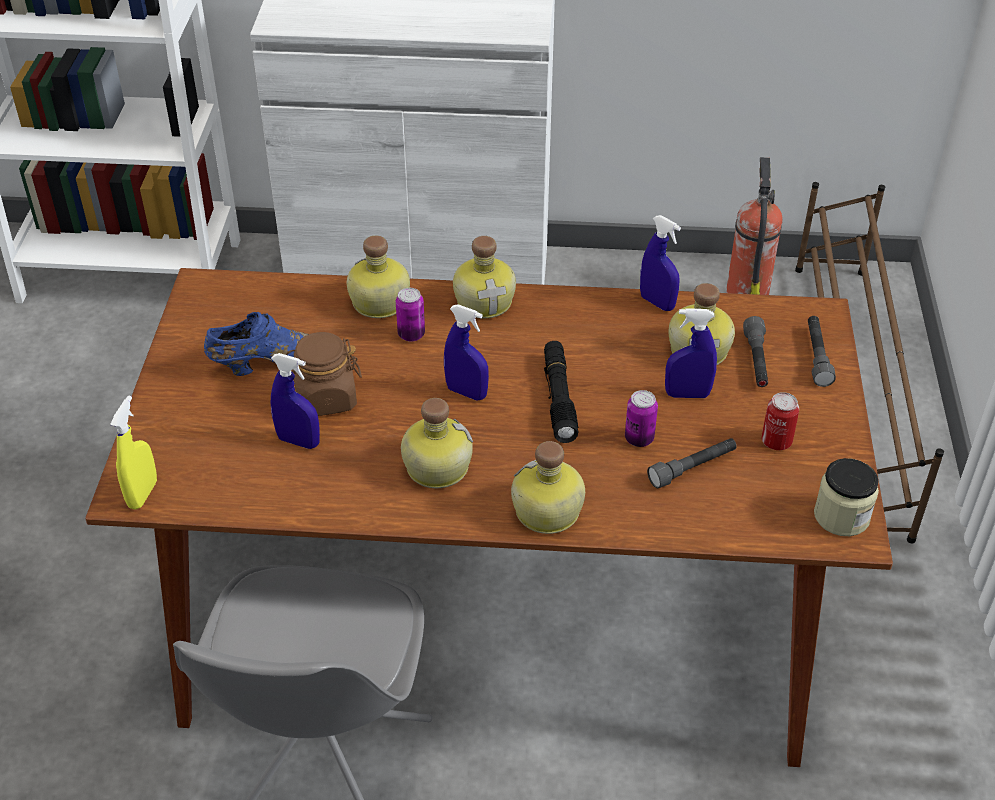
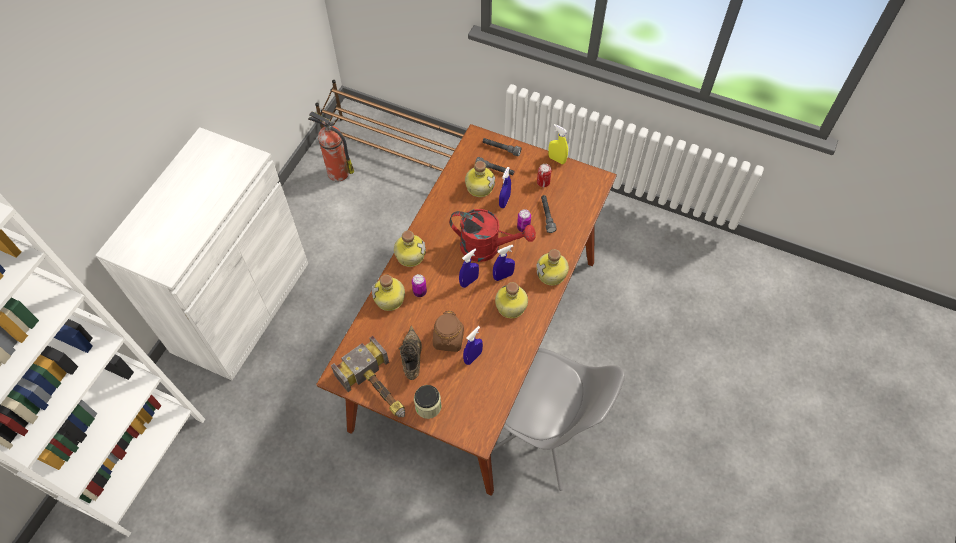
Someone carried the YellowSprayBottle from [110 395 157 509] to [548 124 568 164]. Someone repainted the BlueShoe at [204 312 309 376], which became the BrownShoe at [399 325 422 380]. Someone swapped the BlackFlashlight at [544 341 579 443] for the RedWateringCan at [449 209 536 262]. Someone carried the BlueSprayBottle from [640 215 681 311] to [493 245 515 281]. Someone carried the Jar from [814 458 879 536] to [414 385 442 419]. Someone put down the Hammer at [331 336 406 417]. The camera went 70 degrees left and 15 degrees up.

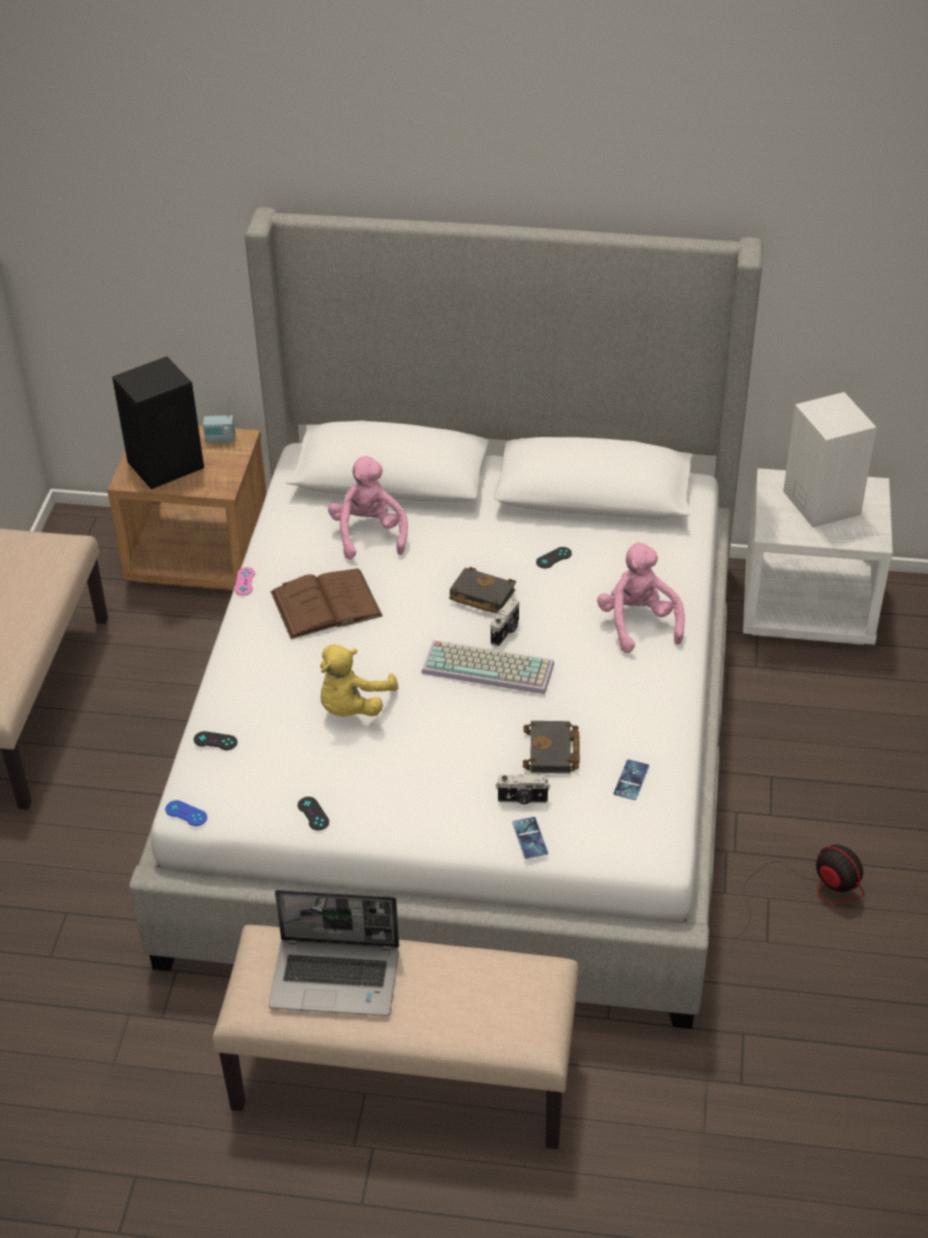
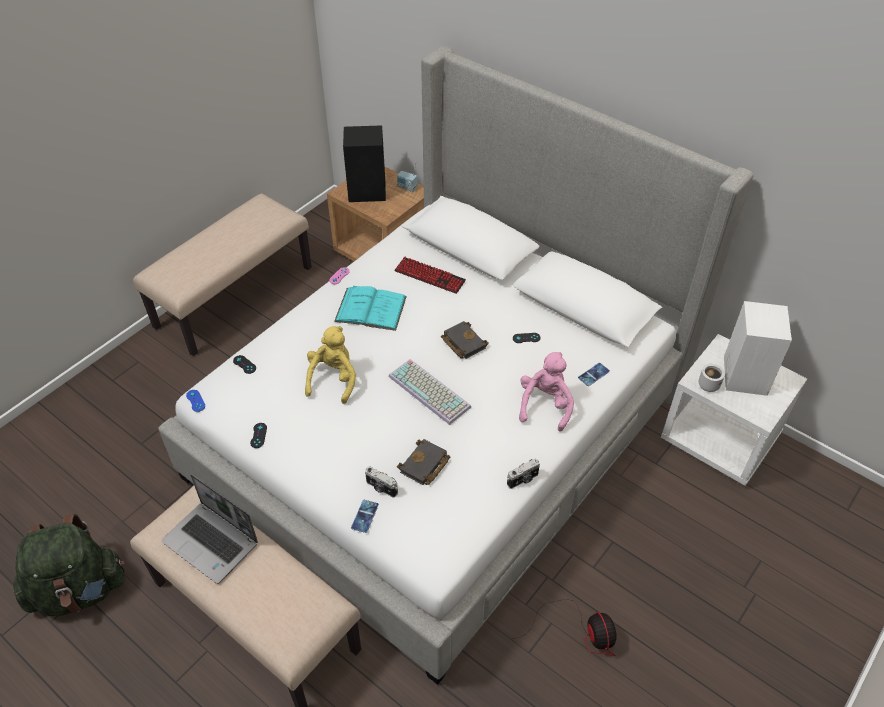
Someone repainted the BrownBook at [271 569 383 639], which became the TurquoiseBook at [334 286 407 331]. Someone rotated the YellowPlushToy at [320 644 398 716] by 135 degrees clockwise. Someone swapped the PinkPlushToy at [328 456 408 560] for the Keyboard at [394 257 466 294]. Someone carried the PhotoCamera from [491 598 519 647] to [507 459 540 489]. Someone carried the Phone from [614 759 649 800] to [578 363 610 386]. Someone put down the GreenBackpack at [13 514 125 616]. Someone put down the WhiteMug at [699 363 725 392]. The camera went 30 degrees right and 5 degrees up.

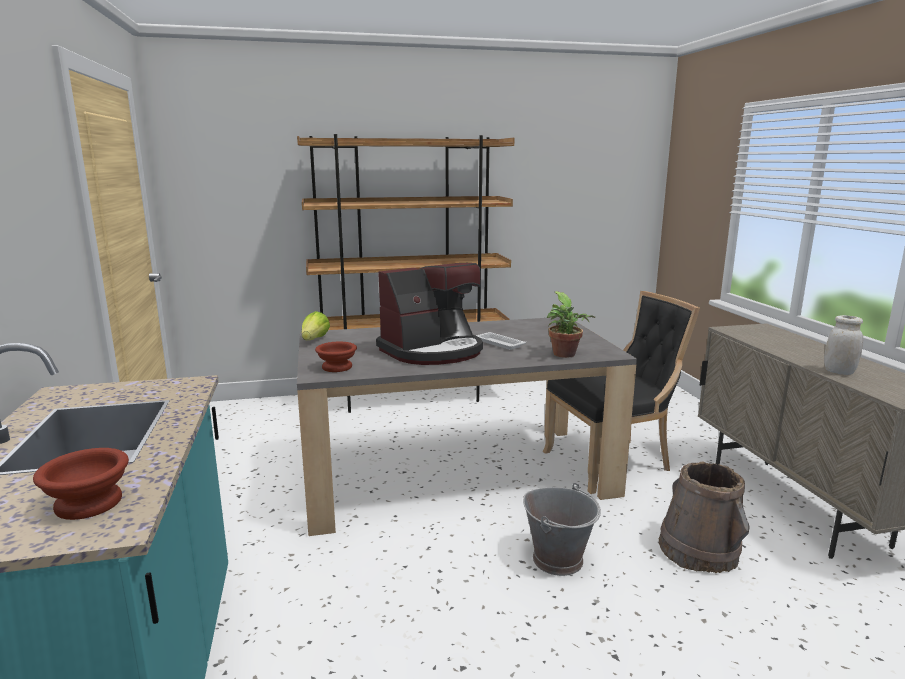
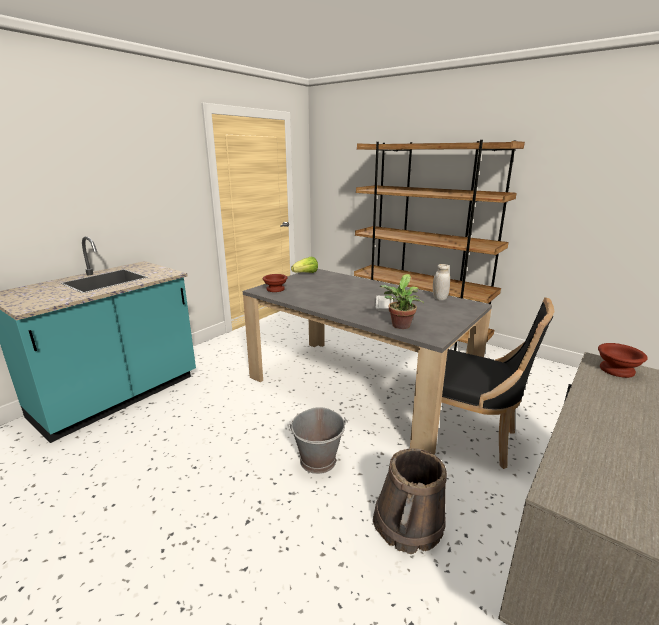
Someone carried the BrownBowl from [33 448 129 520] to [598 343 648 378]. Someone took away the CoffeeMachine at [376 263 483 365]. Someone carried the WhiteJar from [824 315 863 375] to [433 264 450 300]. The camera went 50 degrees right and 5 degrees up.

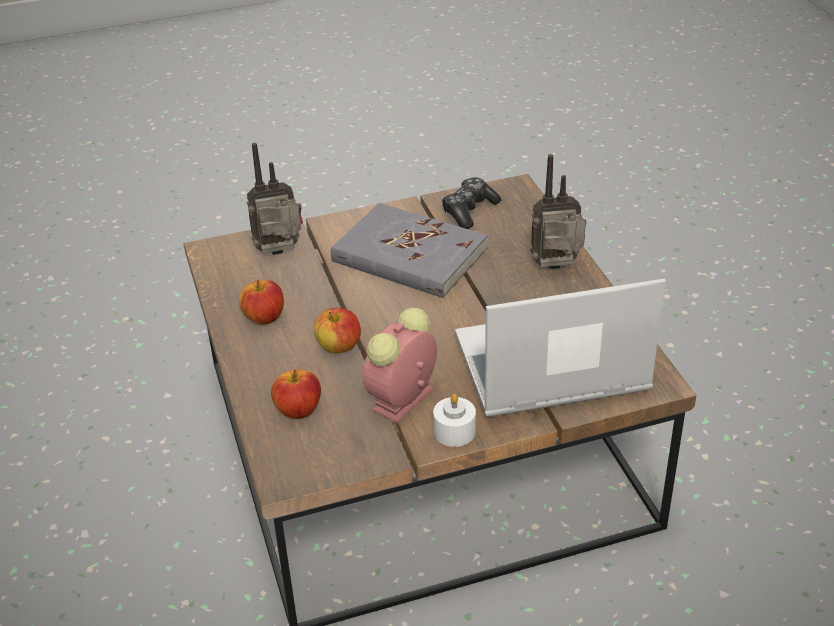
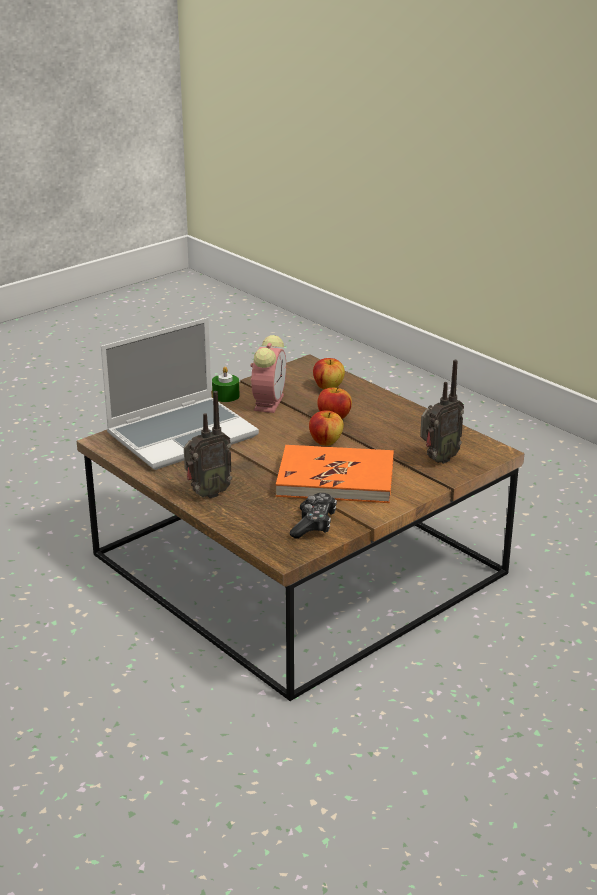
Someone carried the Apple from [239 280 284 325] to [309 410 344 446]. Someone repainted the GreyBook at [331 203 488 298], which became the OrangeBook at [276 445 394 503]. Someone repainted the WhiteCandle at [433 394 476 447], which became the GreenCandle at [212 367 240 402]. The camera went 155 degrees right and 10 degrees down.

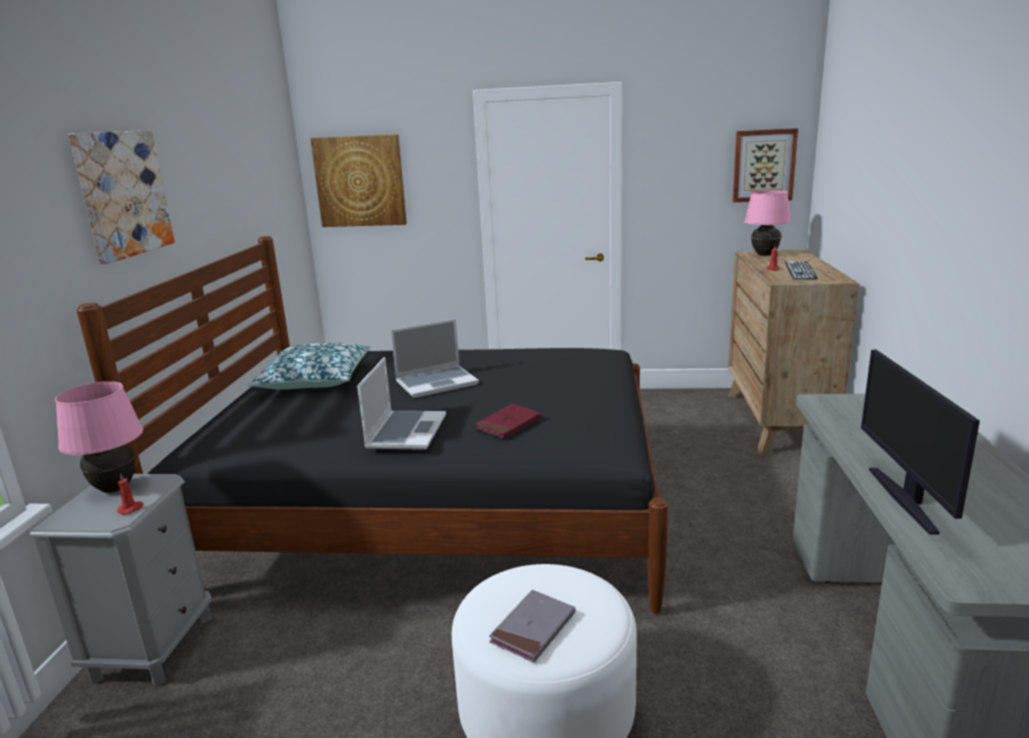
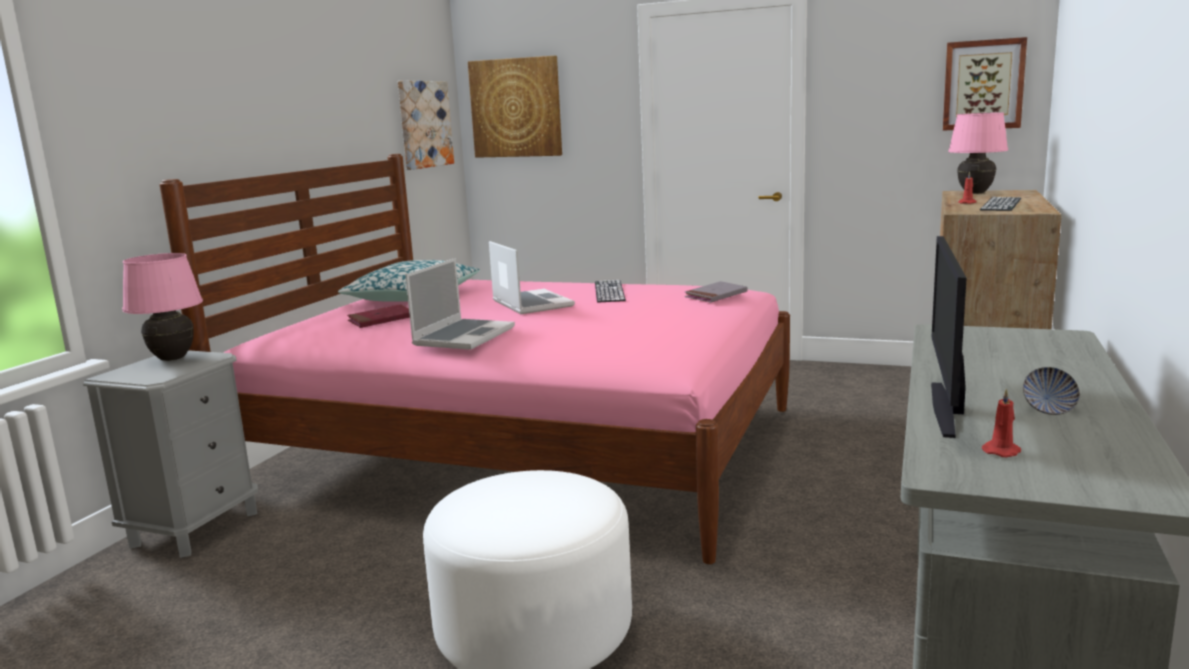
Someone carried the Picture from [68 130 175 264] to [398 80 454 170]. Someone repainted the BlackBed at [76 236 668 614], which became the PinkBed at [160 154 790 564]. Someone carried the RedCandle from [117 473 144 515] to [982 388 1021 457]. Someone rotated the Laptop at [391 319 479 398] by 105 degrees counterclockwise. Someone carried the RedBook from [475 404 541 439] to [347 304 410 328]. Someone carried the GreyBook from [489 590 575 663] to [685 281 748 303]. Someone put down the Keyboard at [595 280 626 302]. Someone put down the Bowl at [1023 367 1080 415]. The camera went 15 degrees right and 5 degrees down.

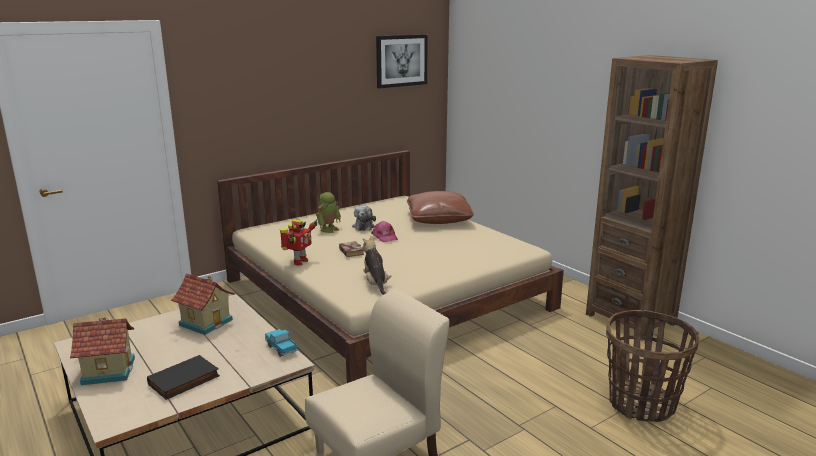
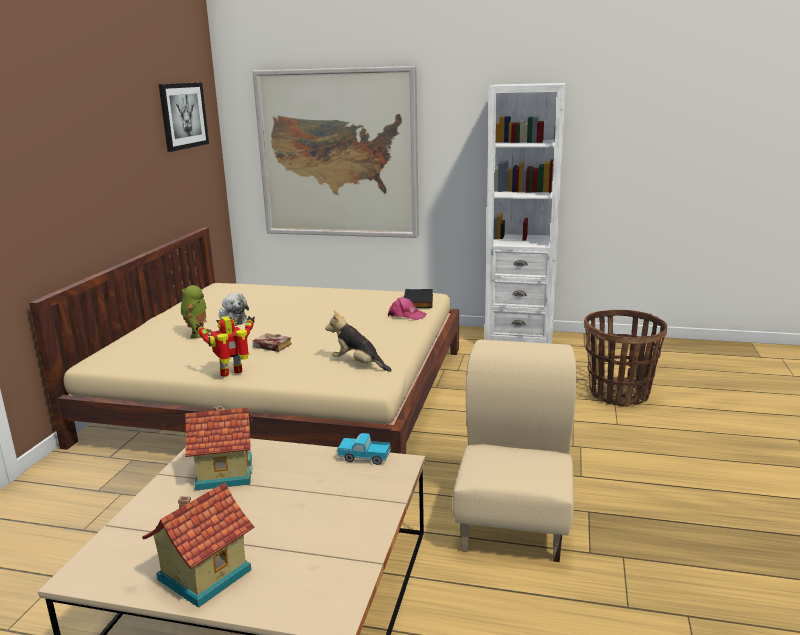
Someone carried the BlackBook from [147 355 220 400] to [404 289 433 308]. Someone rotated the ToyRobot at [280 219 318 266] by 105 degrees counterclockwise. Someone carried the PinkCap from [371 221 398 242] to [388 297 427 320]. Someone took away the BrownPillow at [407 191 474 224]. Someone repainted the BrownBookcase at [586 55 718 341], which became the WhiteBookcase at [485 83 566 344]. Someone put up the Picture at [252 66 419 238]. The camera went 40 degrees left and 0 degrees up.

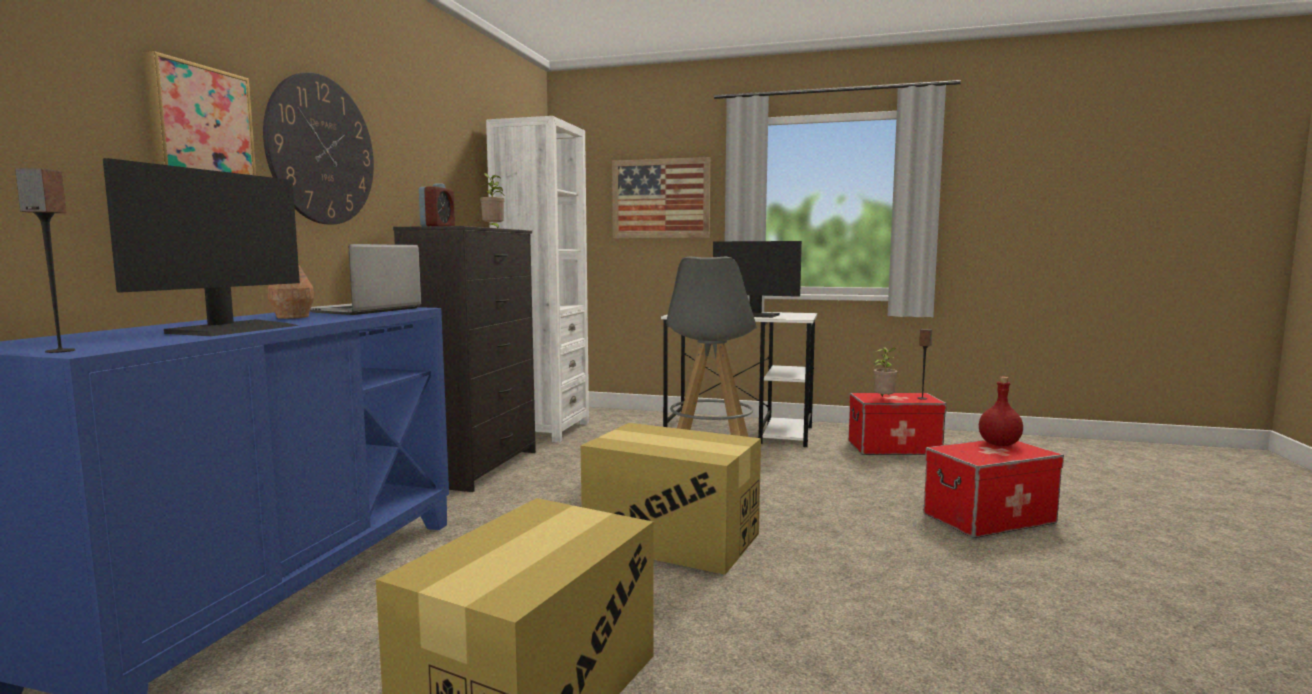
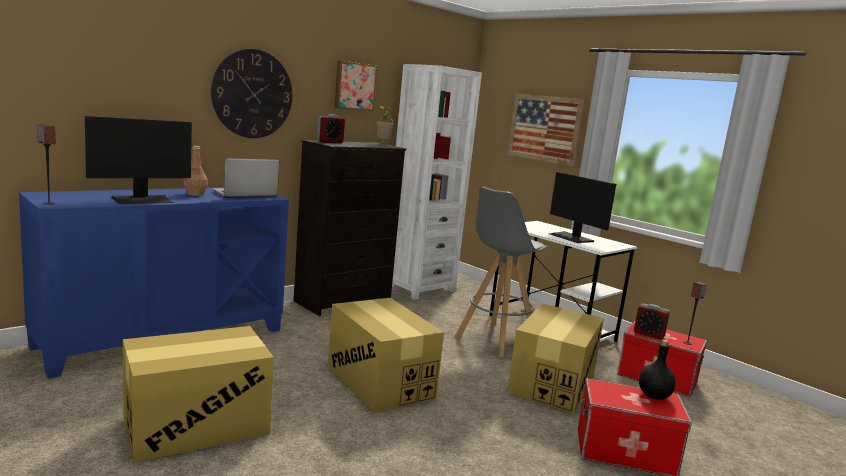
Someone carried the Picture from [143 51 256 176] to [334 60 377 111]. Someone swapped the PottedPlant at [874 347 898 397] for the AlarmClock at [634 304 670 340]. Someone repainted the RedBottle at [979 377 1023 446], which became the BlackBottle at [639 340 676 400]. Someone put down the CardboardBox at [507 304 604 413]. The camera went 30 degrees right and 5 degrees up.

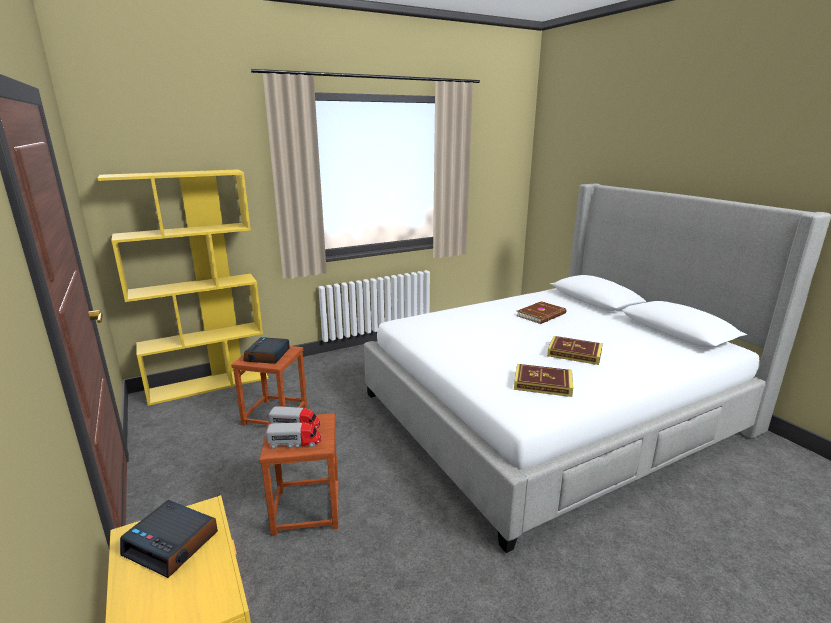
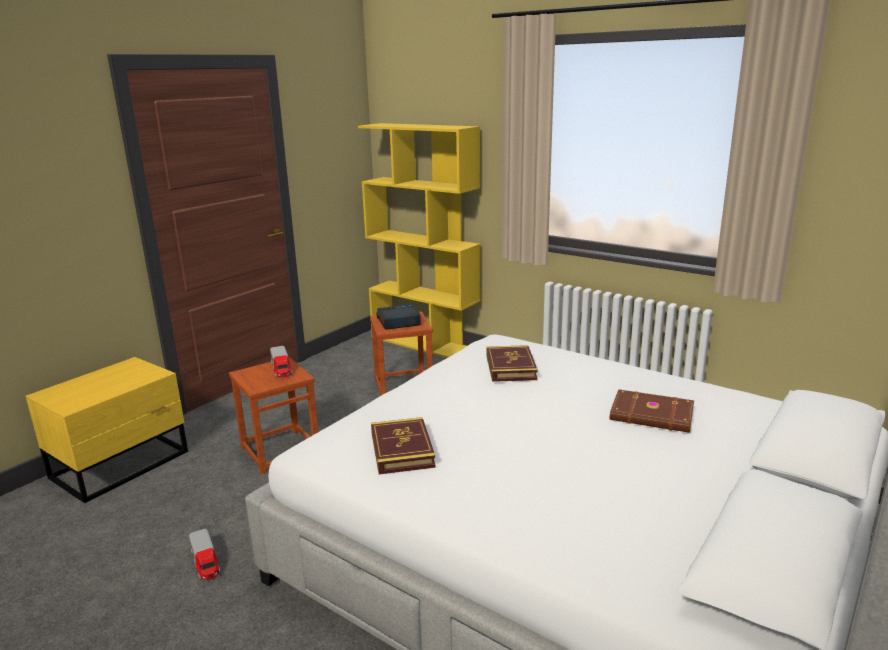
Someone took away the AlarmClock at [120 500 218 578]. Someone carried the ToyTruck from [266 422 321 449] to [189 529 220 580]. Someone carried the Book from [547 336 603 365] to [486 345 538 382]. The camera went 65 degrees right and 0 degrees up.

